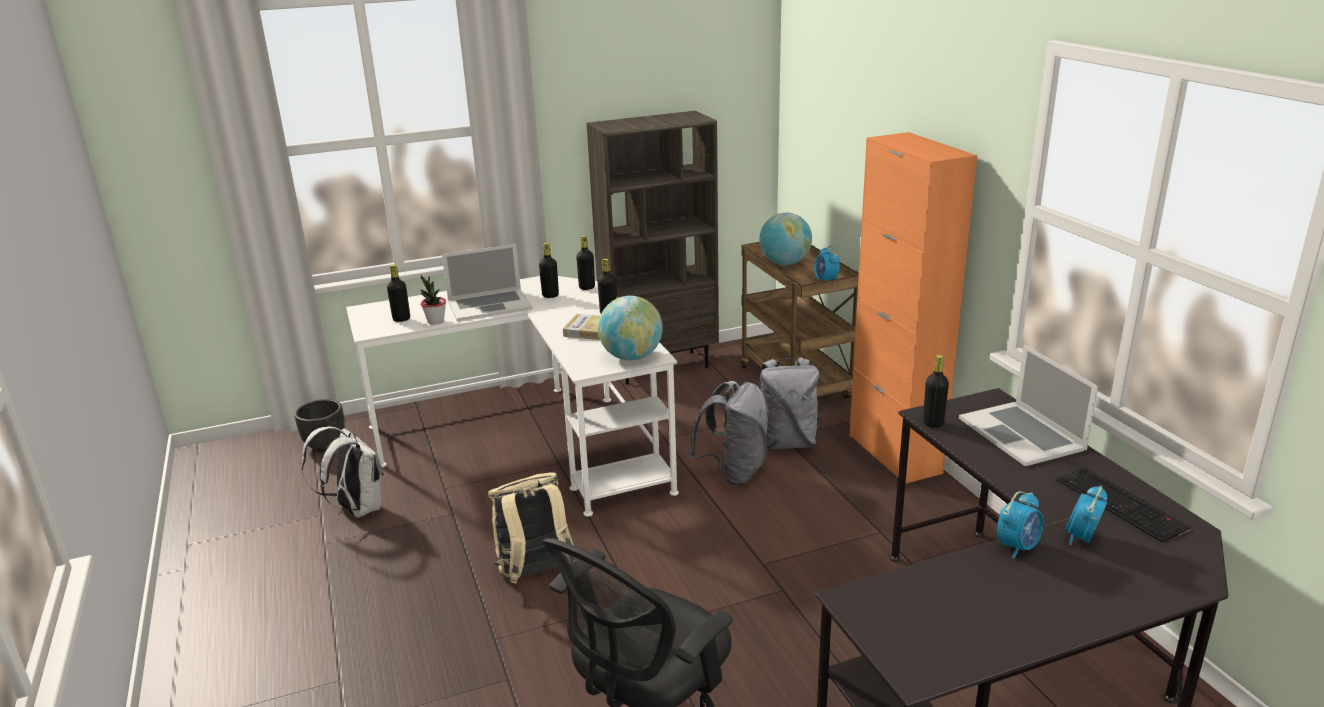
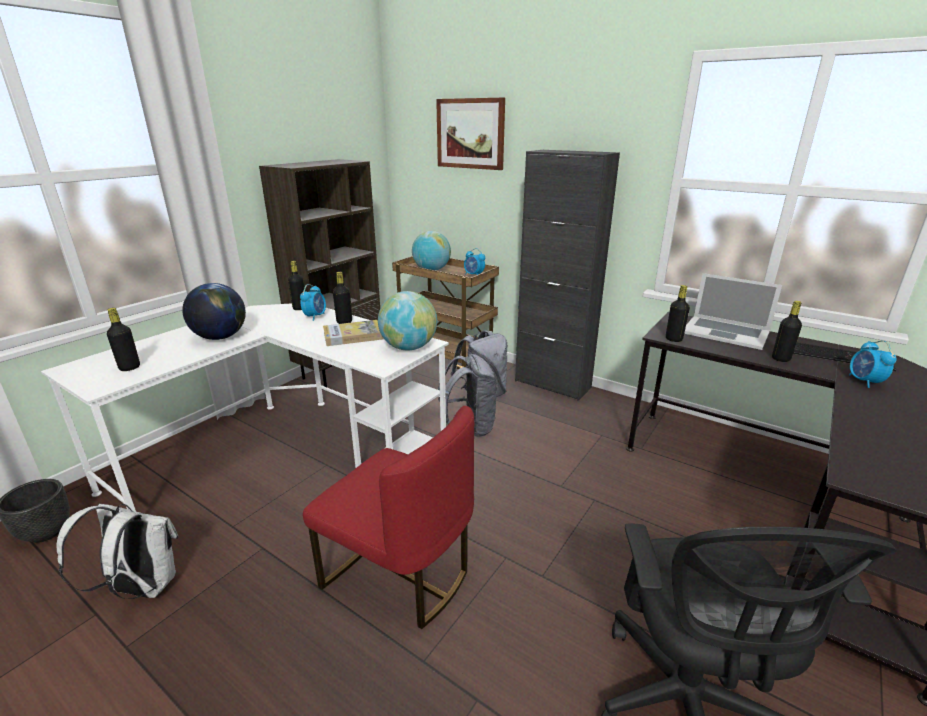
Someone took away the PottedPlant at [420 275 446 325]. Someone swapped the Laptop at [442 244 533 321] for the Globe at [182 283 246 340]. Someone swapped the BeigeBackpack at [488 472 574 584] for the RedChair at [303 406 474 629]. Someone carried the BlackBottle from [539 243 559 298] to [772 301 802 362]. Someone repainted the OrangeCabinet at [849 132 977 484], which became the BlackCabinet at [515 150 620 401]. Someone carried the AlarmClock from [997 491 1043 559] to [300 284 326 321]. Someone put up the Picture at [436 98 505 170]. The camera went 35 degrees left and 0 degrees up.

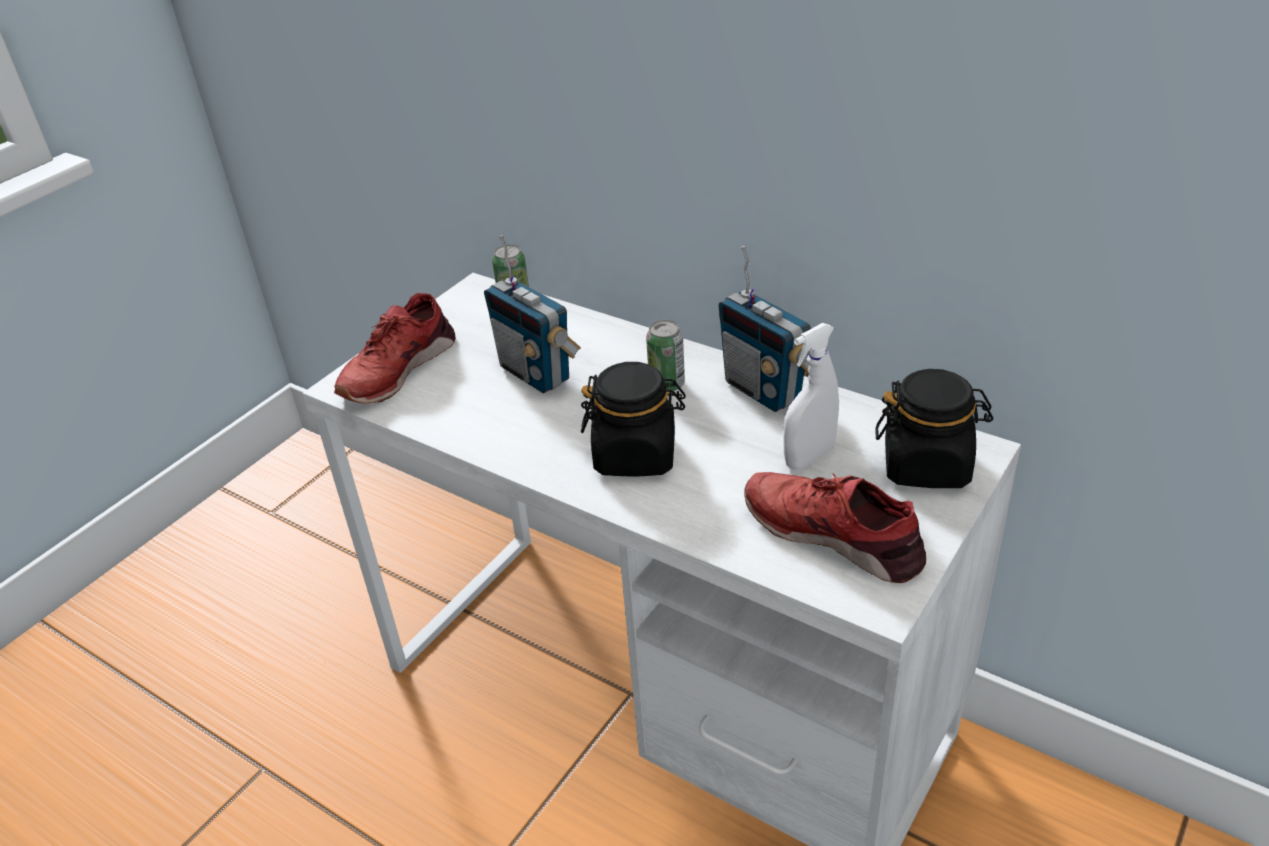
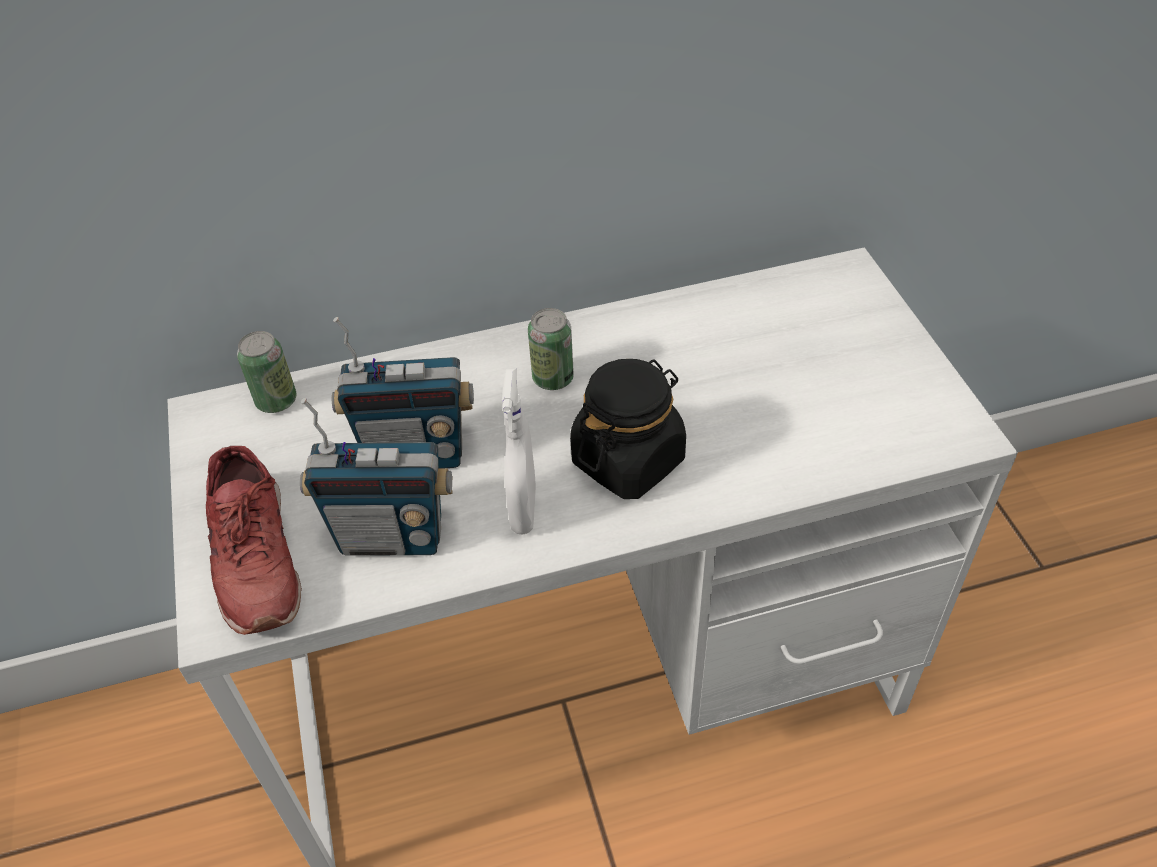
Someone carried the Radio from [719 246 811 412] to [300 398 453 556]. Someone took away the RedShoe at [744 472 926 583]. Someone carried the WhiteSprayBottle from [783 323 839 470] to [502 369 536 534]. Someone took away the BlackJar at [875 369 993 488]. The camera went 50 degrees left and 10 degrees up.

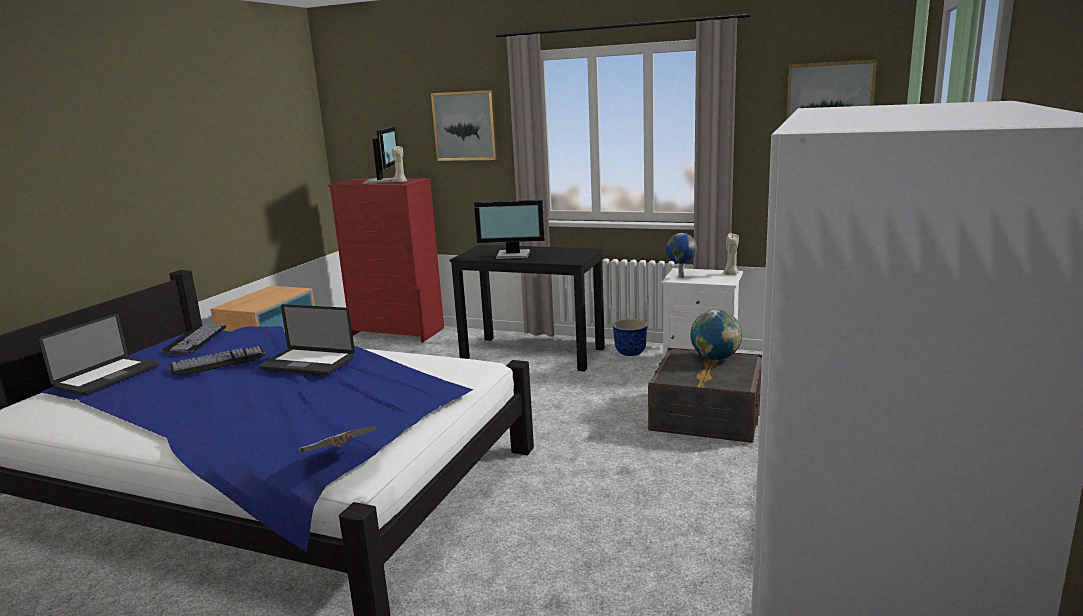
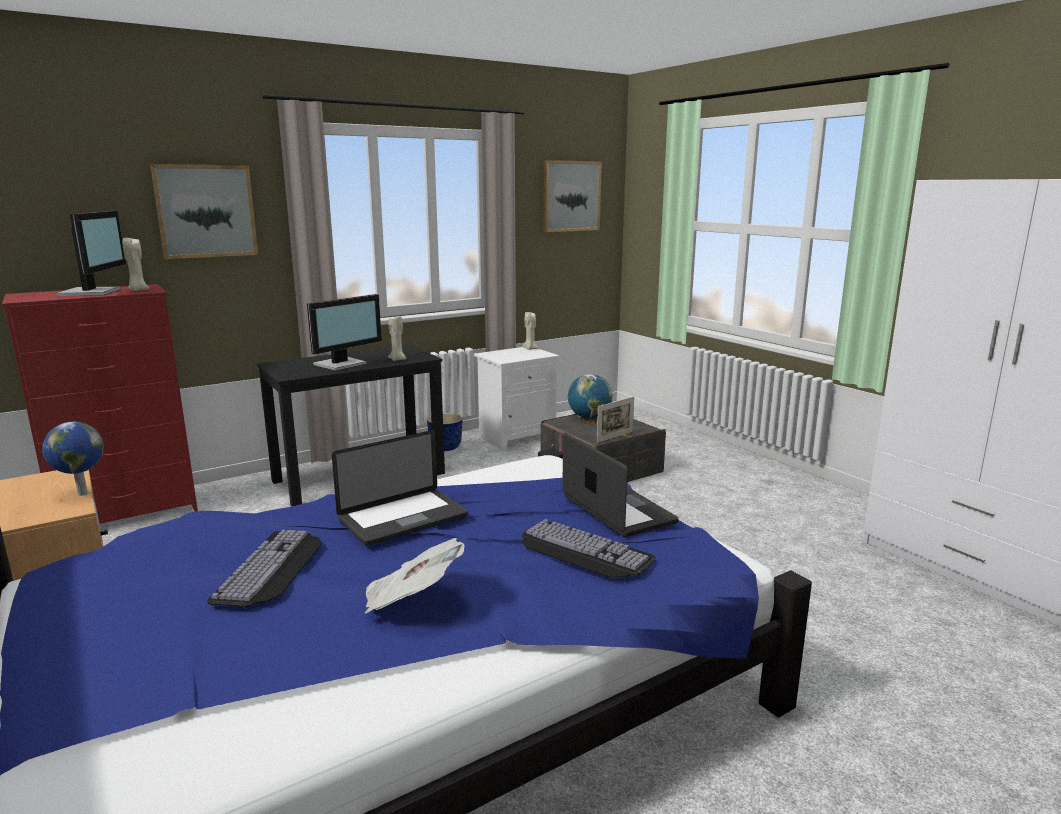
Someone carried the Laptop from [39 313 159 395] to [562 432 679 537]. Someone carried the Keyboard from [162 324 226 354] to [522 519 656 578]. Someone carried the Newspaper from [298 426 378 452] to [365 538 465 614]. Someone rotated the Monitor at [363 127 397 184] by 45 degrees clockwise. Someone carried the Globe from [666 233 697 278] to [42 422 104 496]. Someone put down the BeigeCandle at [388 316 407 361]. Someone put down the PictureFrame at [597 397 634 443]. The camera went 55 degrees left and 0 degrees up.

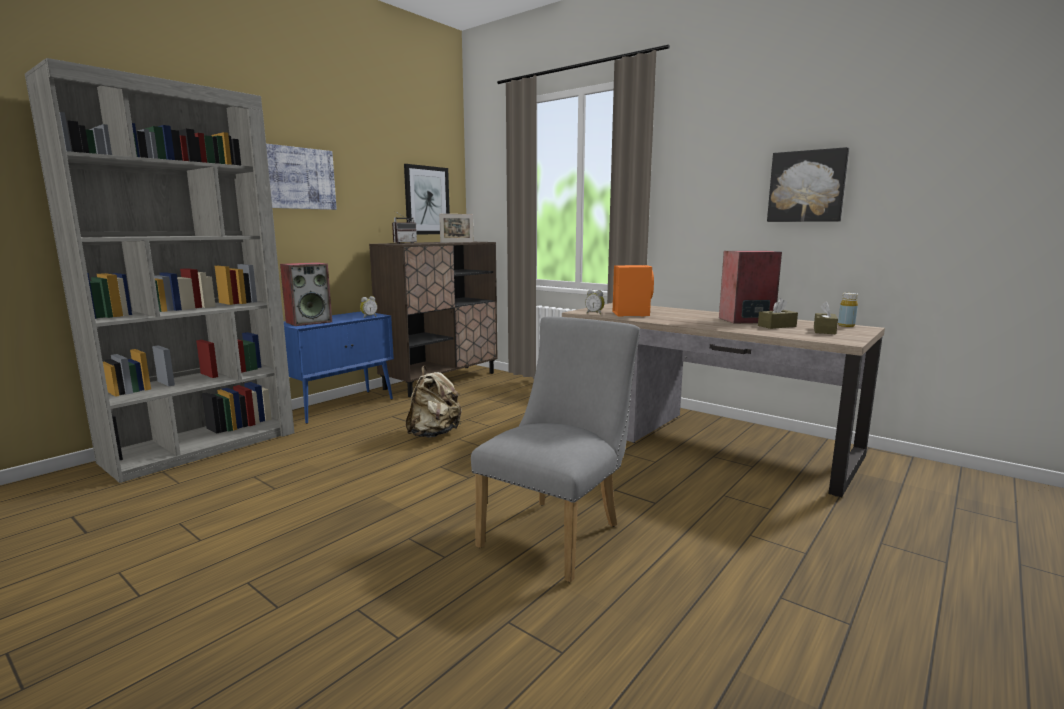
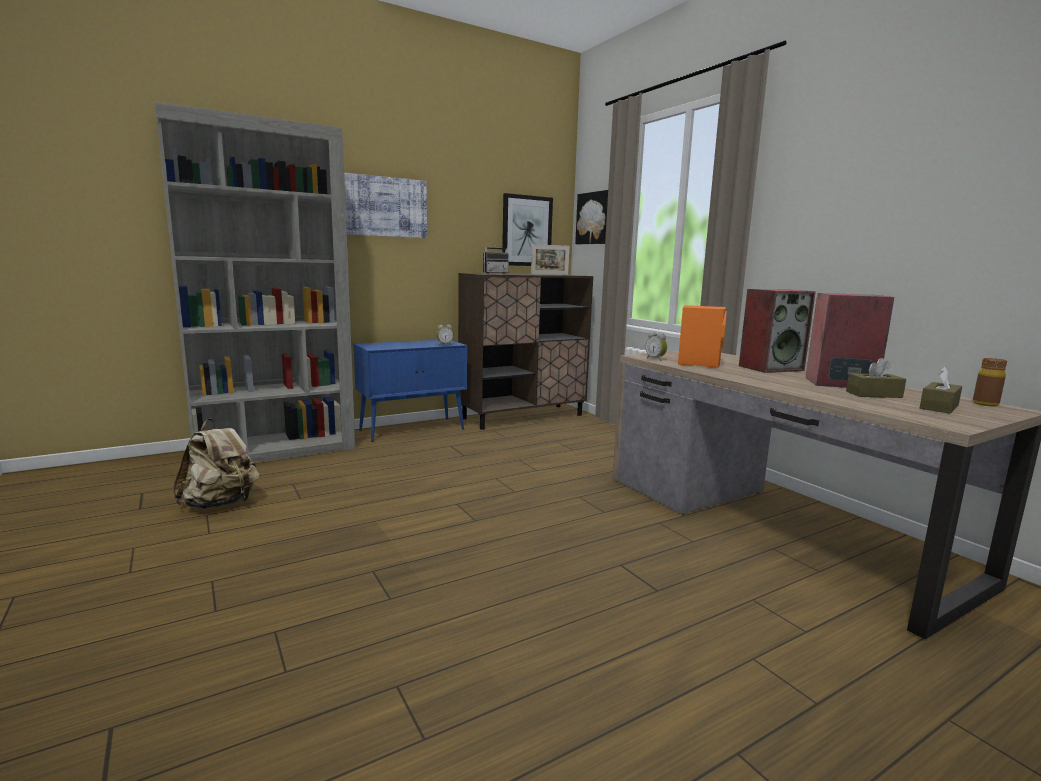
Someone carried the Speaker from [280 262 332 326] to [739 289 816 373]. Someone carried the BeigeBackpack from [406 365 462 438] to [173 418 259 509]. Someone took away the GreyChair at [471 316 640 582]. Someone carried the Picture from [767 147 849 222] to [575 190 608 244]. Someone repainted the YellowBottle at [838 293 858 327], which became the BrownBottle at [973 358 1007 406]. The camera went 20 degrees right and 0 degrees up.

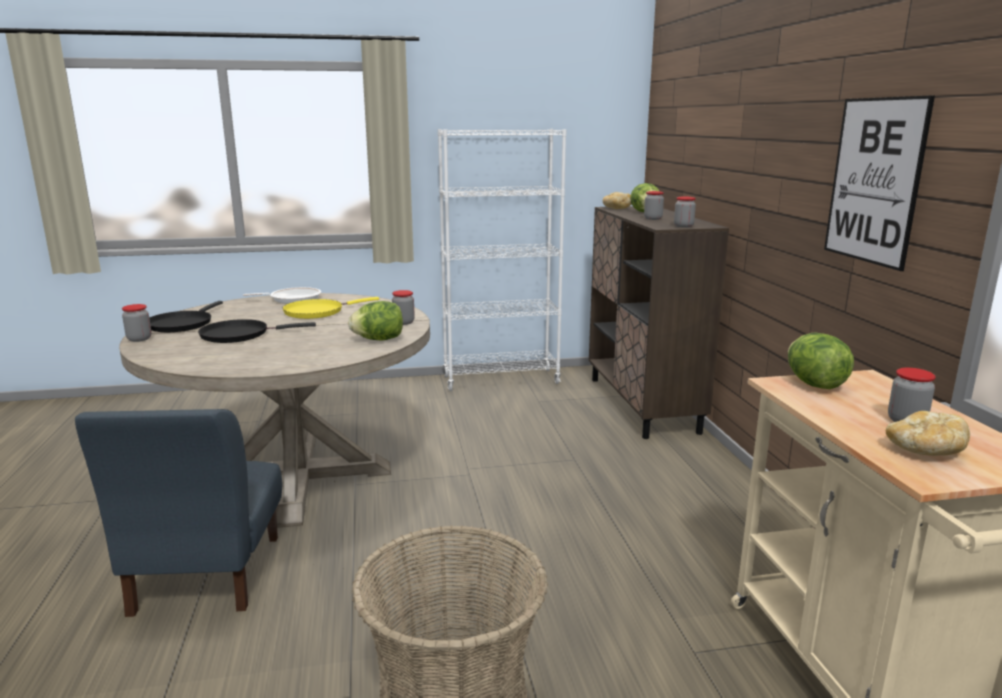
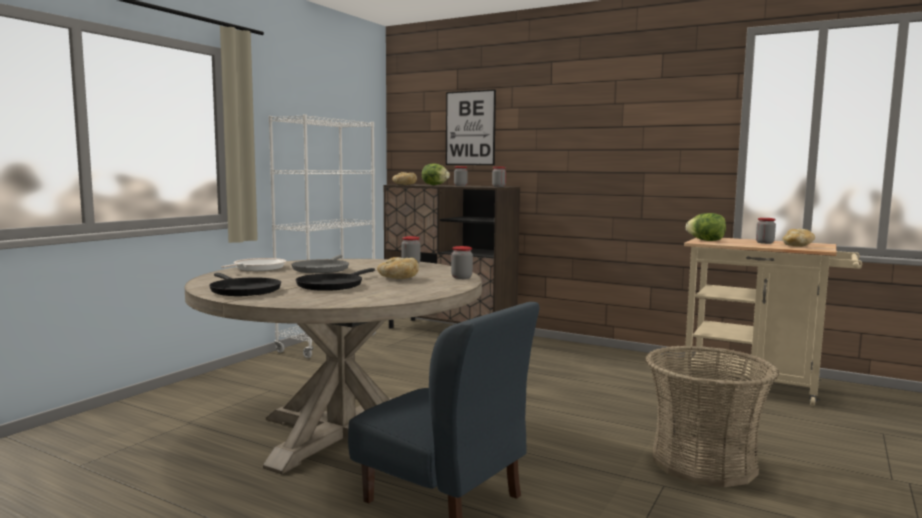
Someone carried the Jar from [122 304 152 342] to [451 246 473 279]. Someone repainted the YellowFryingPan at [283 297 379 319], which became the GreyFryingPan at [291 255 349 273]. Someone took away the Lettuce at [348 301 403 341]. Someone carried the Picture from [824 95 935 271] to [446 89 496 165]. Someone put down the Bread at [377 257 419 279]. The camera went 50 degrees left and 10 degrees down.

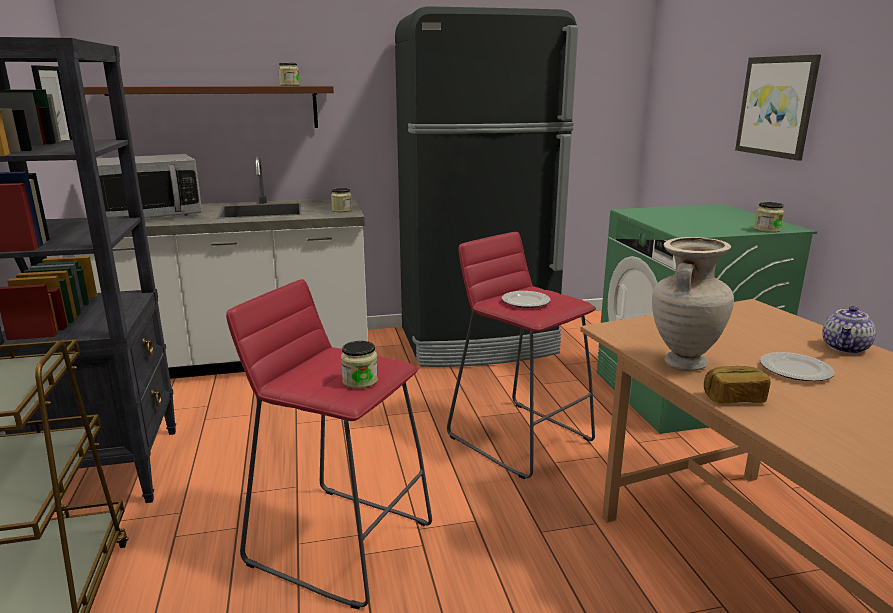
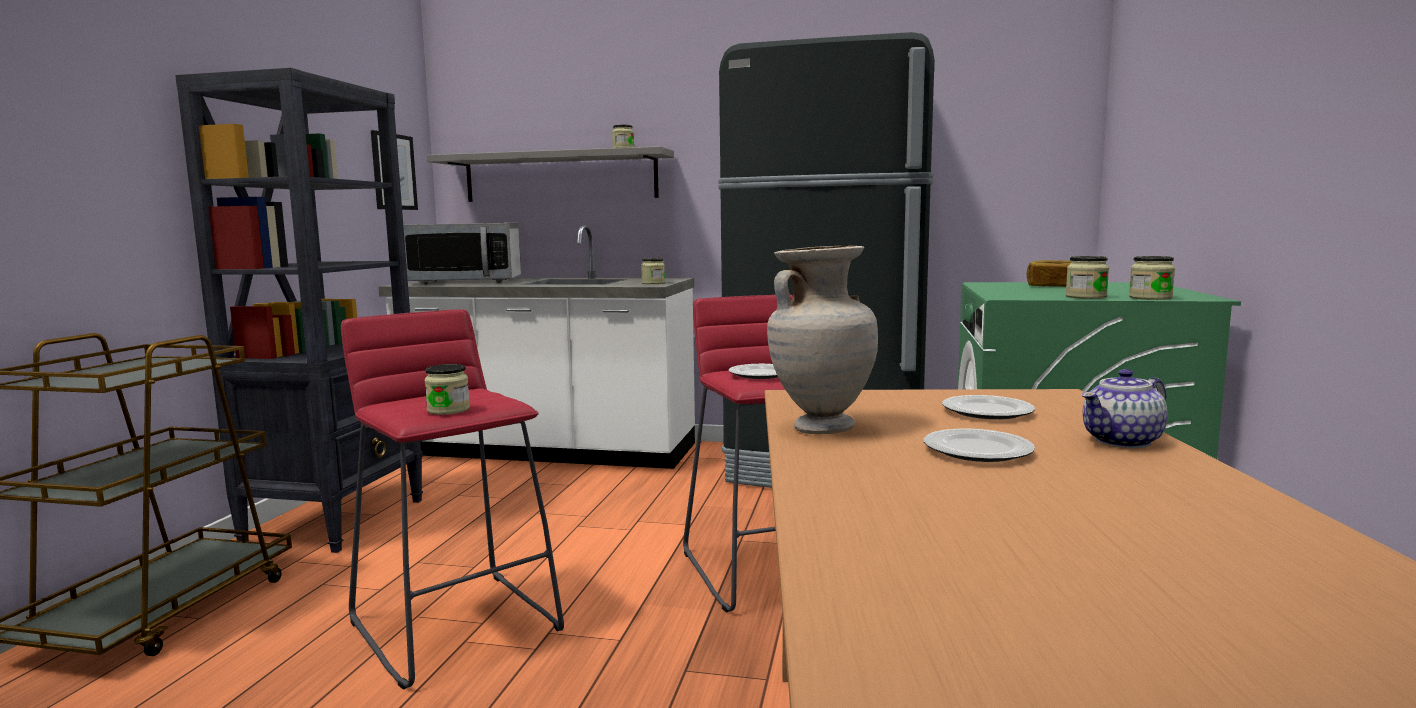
Someone repainted the BrownShelf at [83 86 334 128], which became the GreyShelf at [427 146 674 202]. Someone carried the Bread from [704 366 770 404] to [1026 260 1071 287]. Someone took away the Picture at [735 55 821 161]. Someone put down the Plate at [942 395 1035 419]. Someone put down the Jar at [1066 256 1109 299]. The camera went 25 degrees right and 10 degrees down.

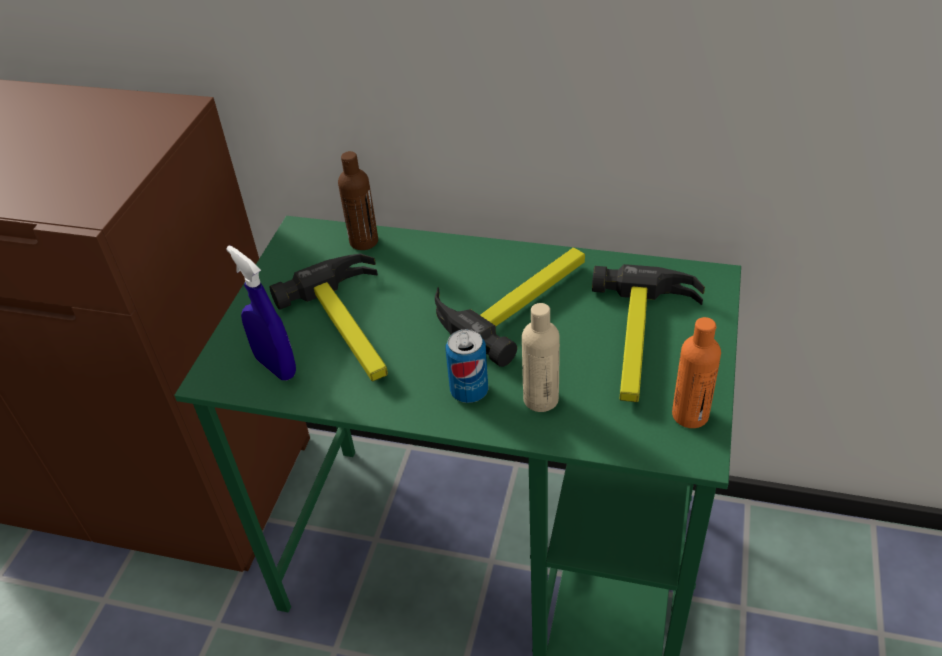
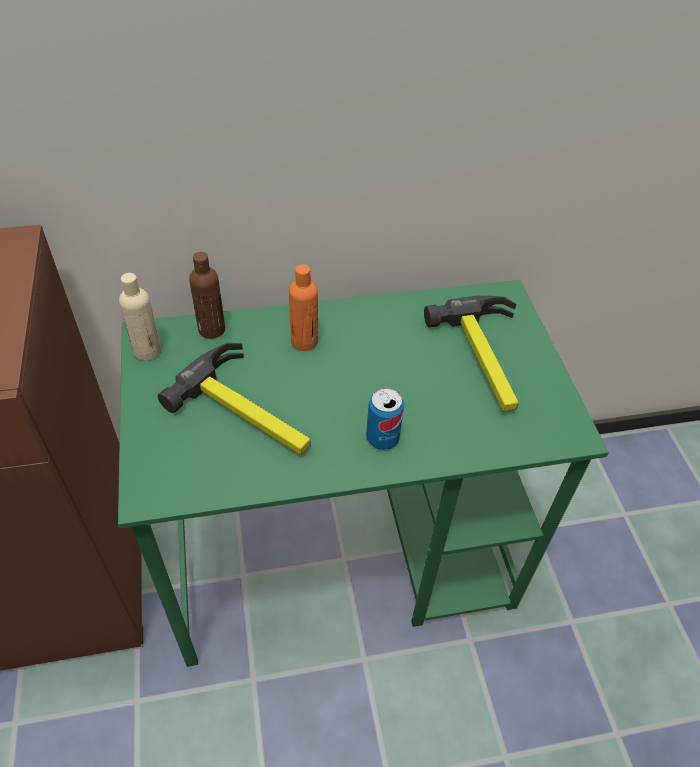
Someone took away the BlueSprayBottle at [226 245 296 380]. Someone took away the Hammer at [435 248 585 367]. Someone carried the BeigeBottle from [522 303 560 412] to [119 273 162 361]. Someone carried the OrangeBottle from [672 317 721 428] to [289 264 318 351]. The camera went 30 degrees left and 5 degrees up.

